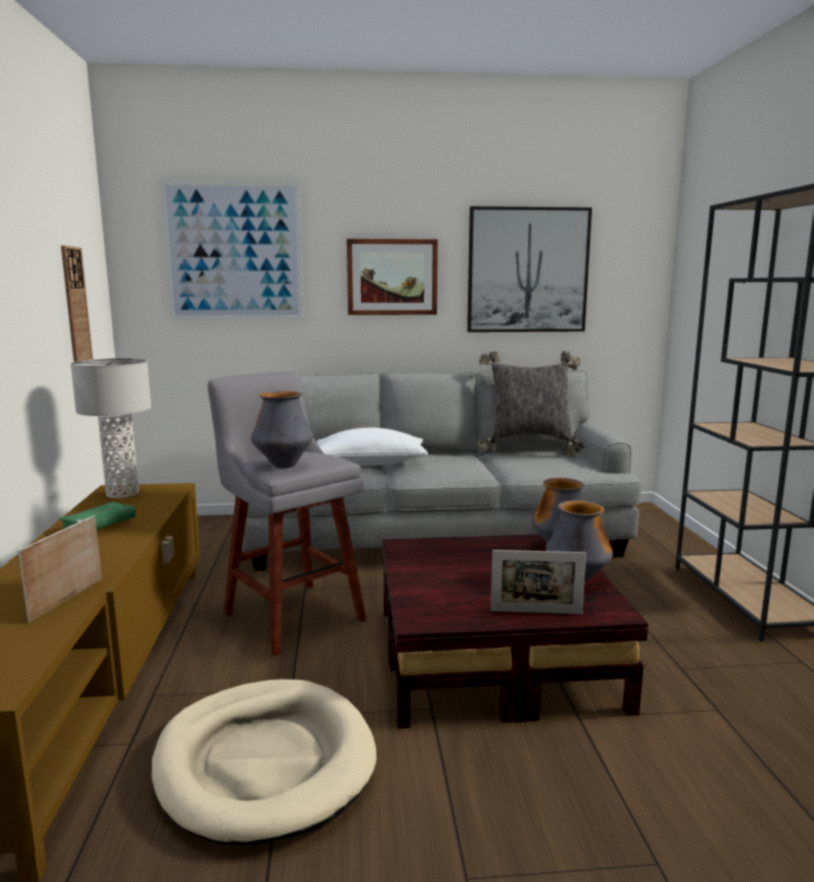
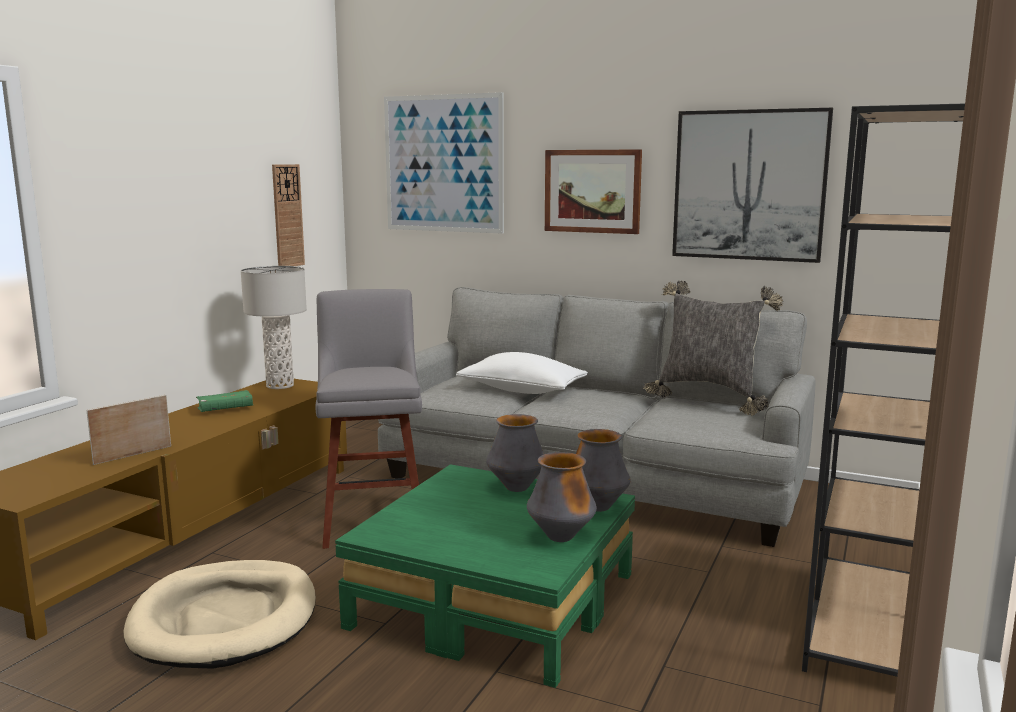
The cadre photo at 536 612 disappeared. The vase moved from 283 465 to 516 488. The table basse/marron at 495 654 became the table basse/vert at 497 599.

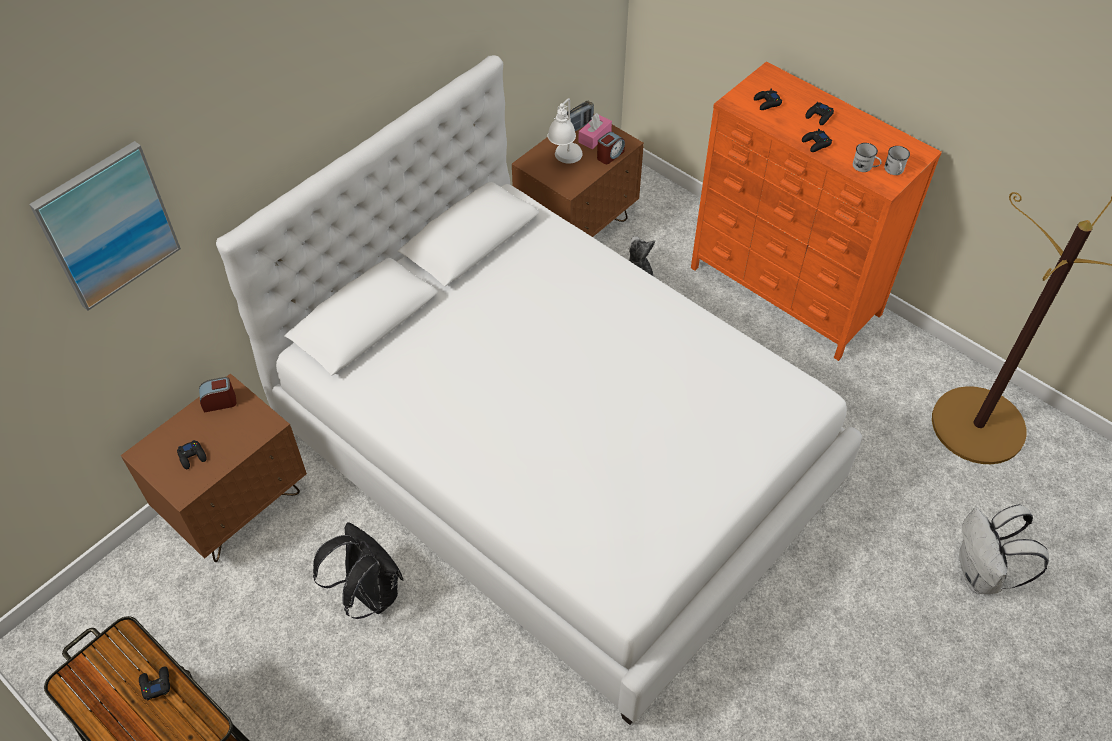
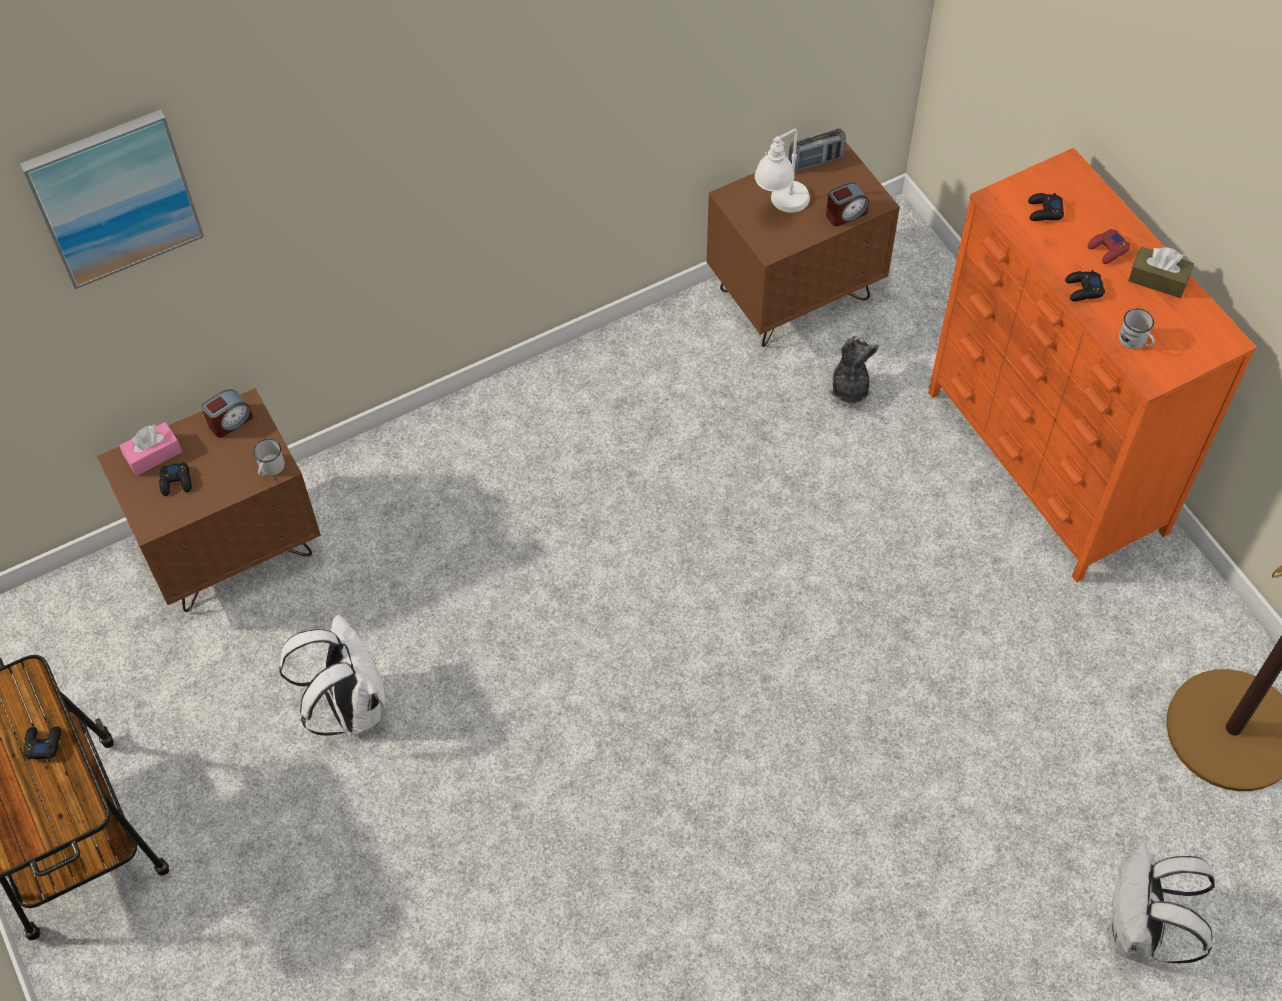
The lit/blanc at 555 455 disappeared. The boîte à mouchoirs/marron at 1158 279 appeared. The boîte à mouchoirs/rose moved from 594 137 to 153 455. The mug/blanc moved from 894 171 to 270 469. The sac à dos/noir at 369 593 became the sac à dos/blanc at 349 707. The manette/noir at 819 116 became the manette/rouge at 1108 250. The réveil at 219 402 turned 135 degrees clockwise.

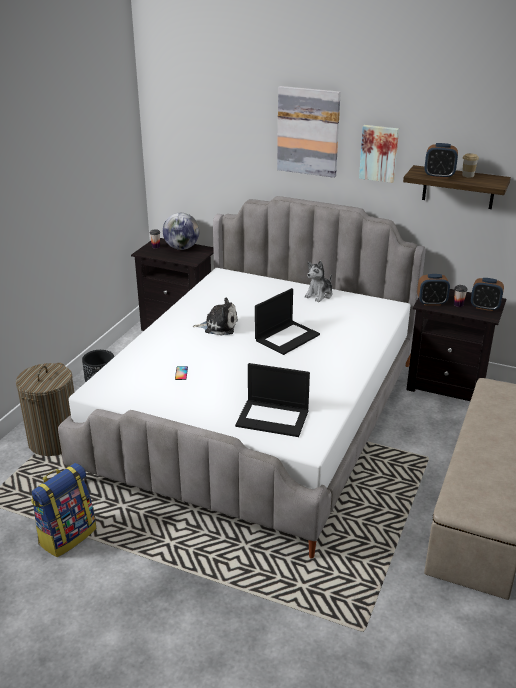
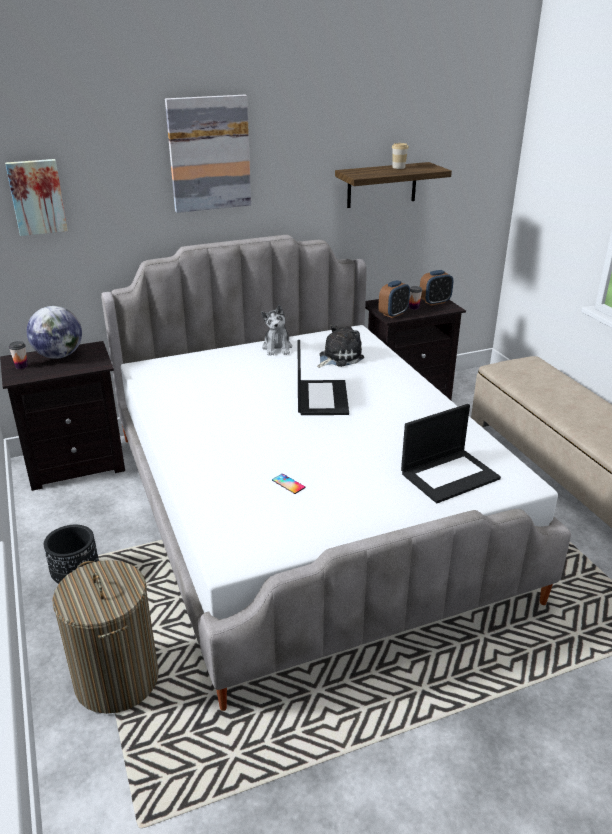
The sac à dos at 67 535 disappeared. The réveil at 439 176 disappeared. The peluche moved from 218 326 to 338 357. The tableau moved from 379 153 to 37 197.

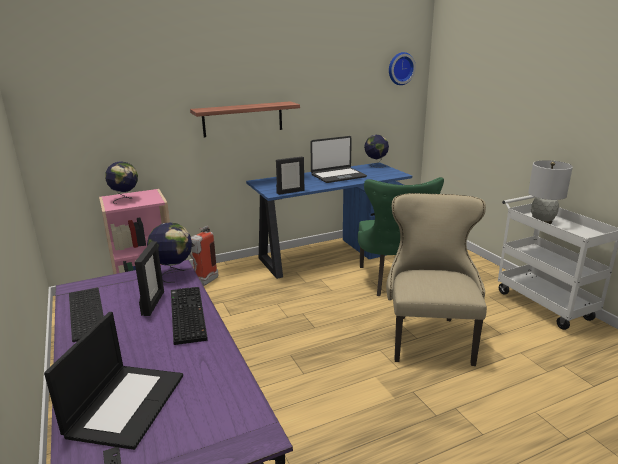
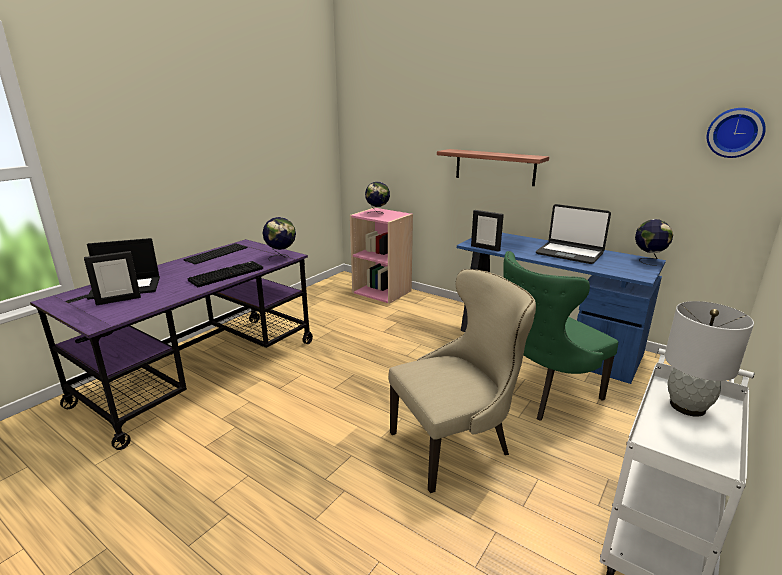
The extincteur at 203 283 disappeared. The cadre photo moved from 153 303 to 118 300.

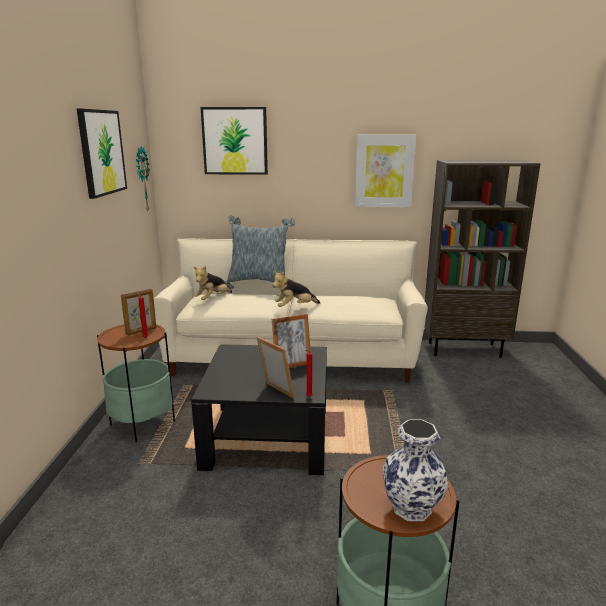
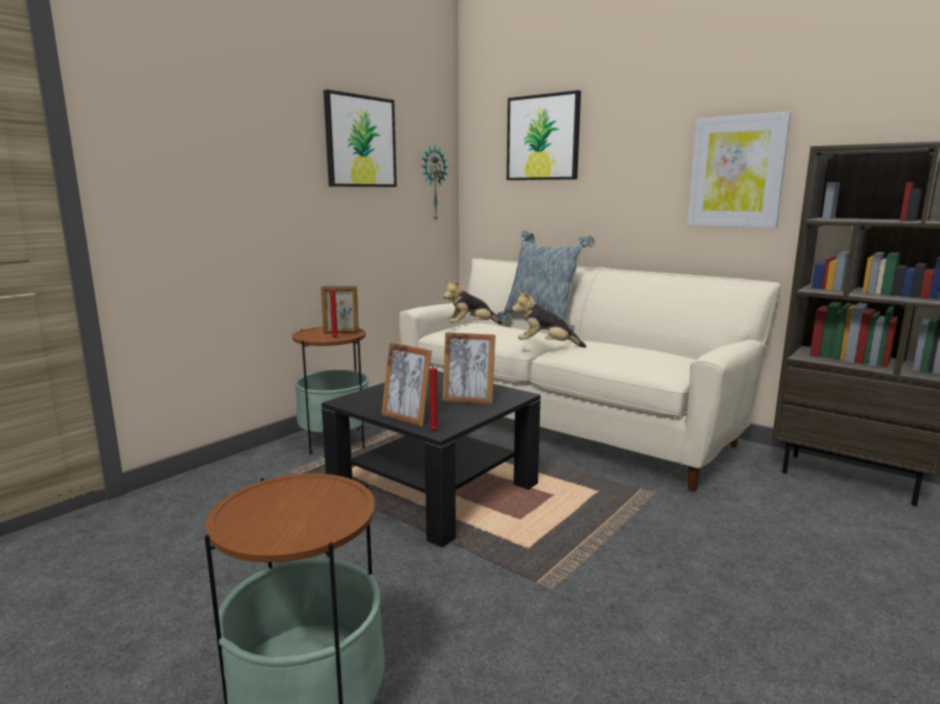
The vase at 410 506 disappeared. The cadre photo at 276 392 turned 135 degrees clockwise.

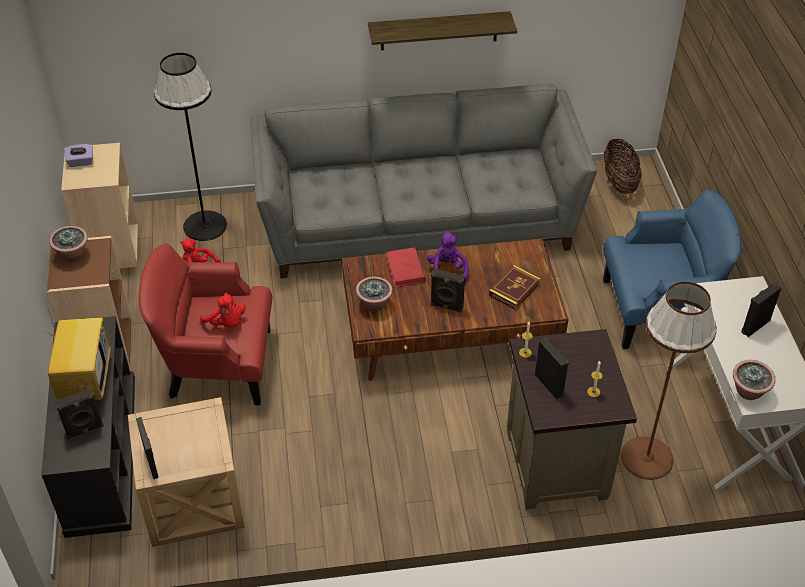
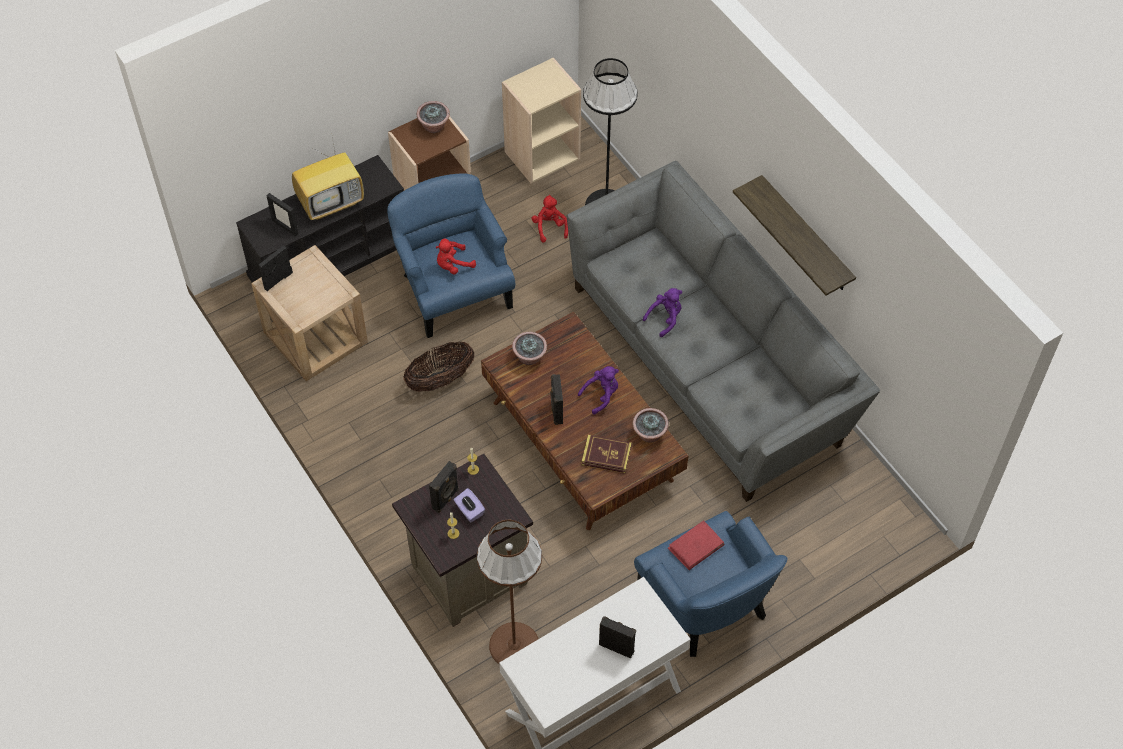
The peluche/violet at 665 318 appeared. The boîte à mouchoirs/violet moved from 81 162 to 469 511. The livre/rouge moved from 405 269 to 695 547. The panier moved from 619 182 to 440 379. The plante en pot moved from 748 392 to 649 435. The enceinte/noir at 85 430 was replaced by the cadre photo at 285 226. The fauteuil/rouge at 217 365 became the fauteuil/bleu at 454 289. The peluche/rouge at 226 323 turned 45 degrees clockwise.

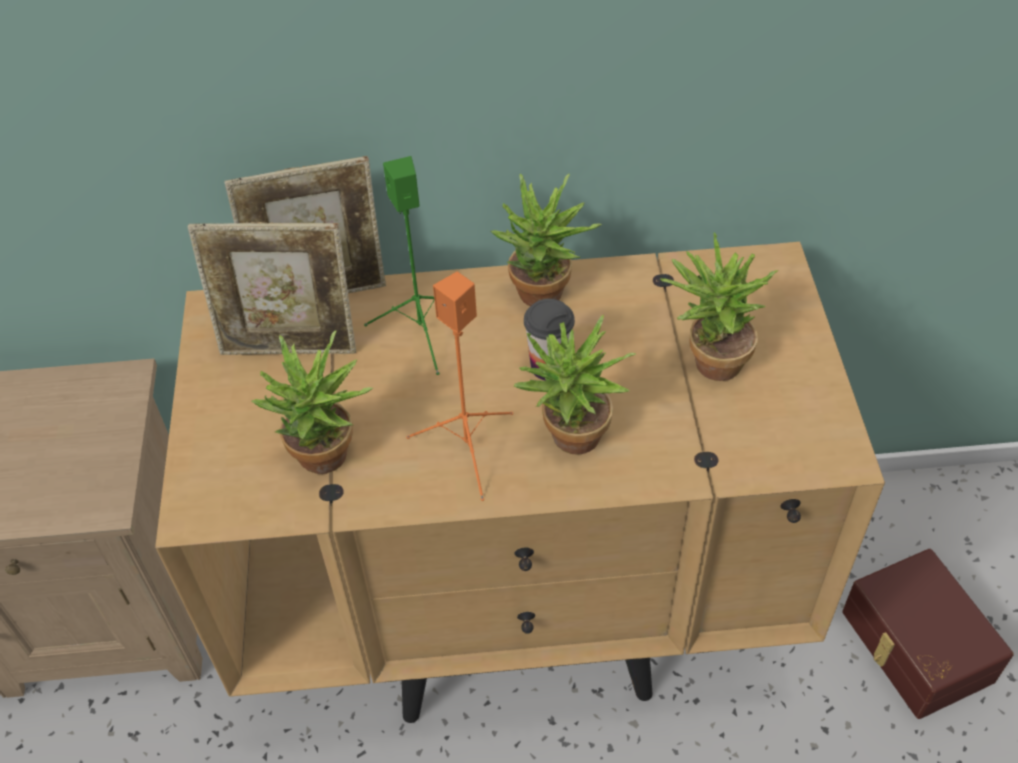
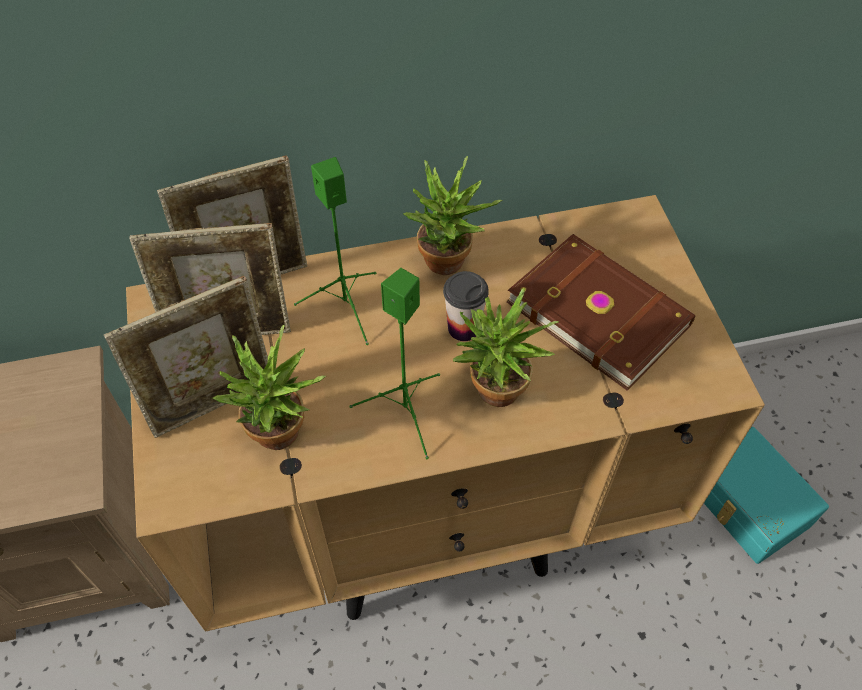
The cadre photo at 214 402 appeared. The plante en pot at 707 362 was replaced by the livre/marron at 599 311. The enceinte/orange at 468 450 became the enceinte/vert at 406 413. The boîte de rangement/marron at 914 647 became the boîte de rangement/turquoise at 745 505.

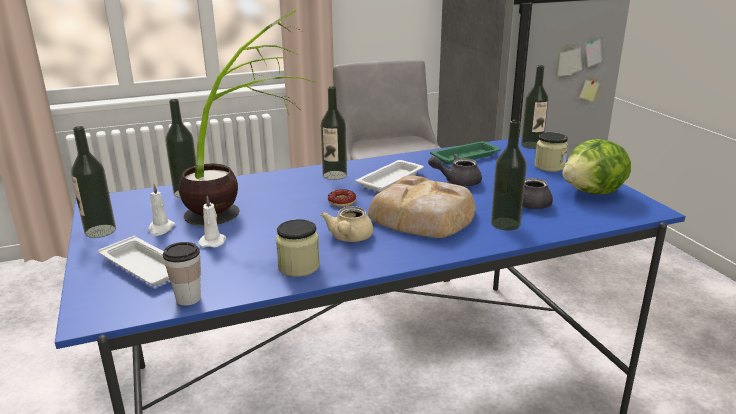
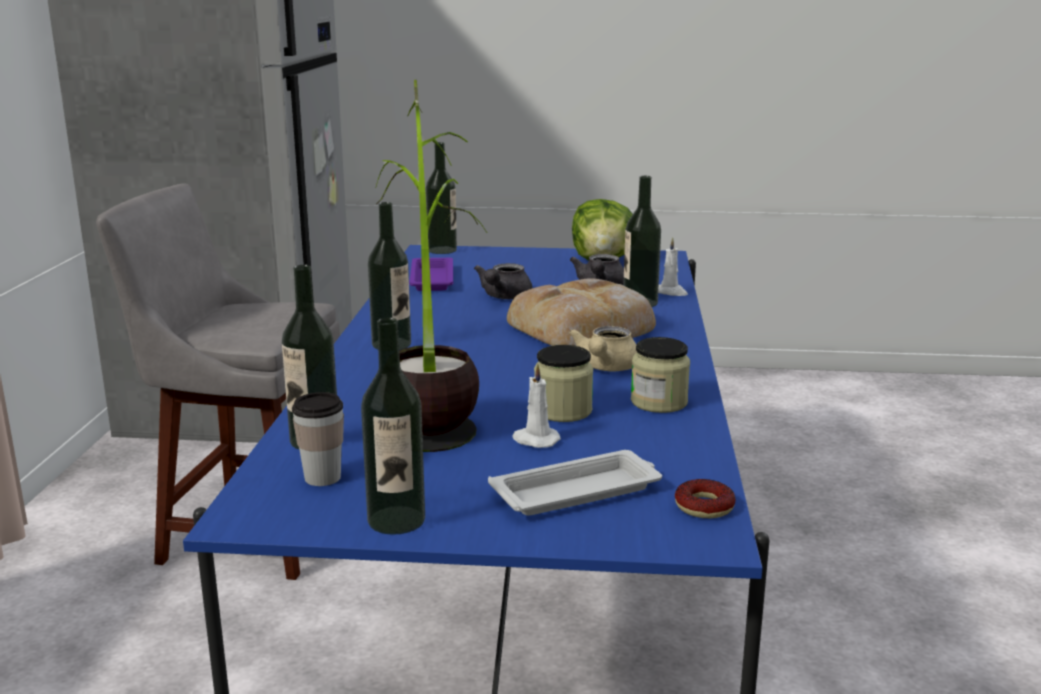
The plateau/blanc at 391 179 disappeared. The bougie/blanc moved from 161 229 to 671 292. The tasse moved from 188 298 to 322 478. The beignet moved from 342 202 to 704 506. The bocal moved from 549 166 to 563 411. The plateau/vert at 466 156 became the plateau/violet at 432 279. The théière/beige at 349 238 turned 75 degrees clockwise.

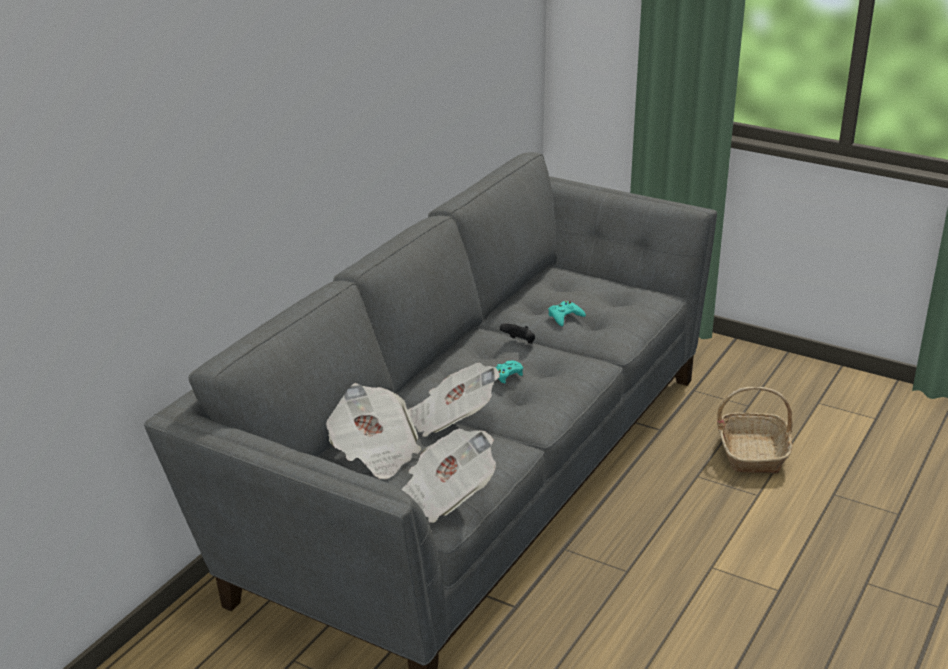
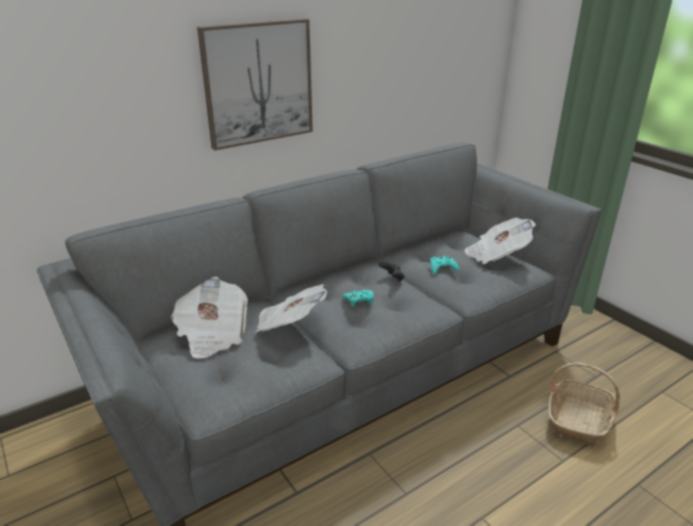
The tableau at 258 83 appeared. The journal moved from 444 497 to 496 255.

